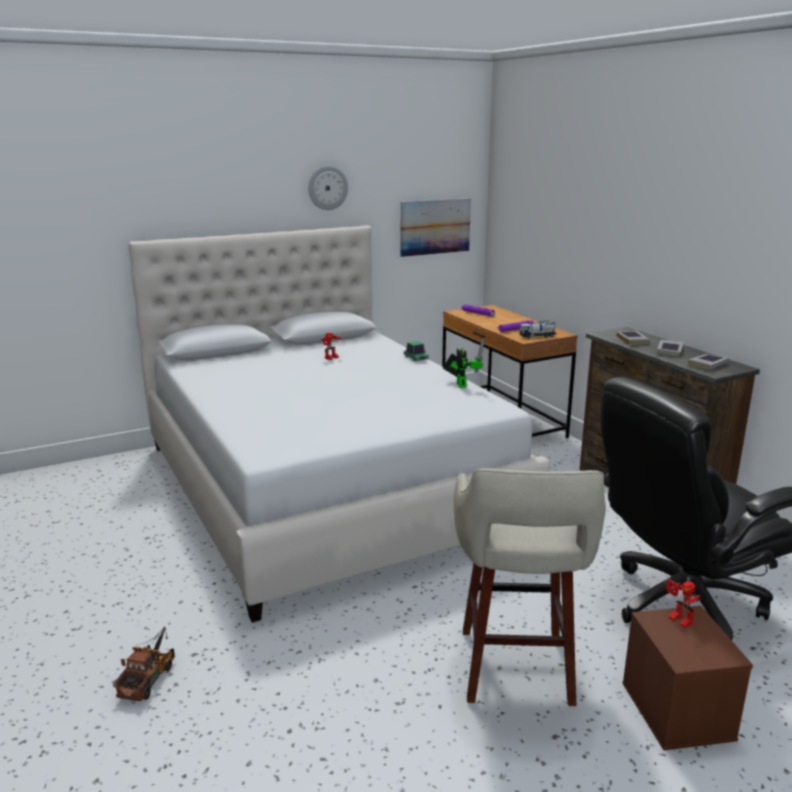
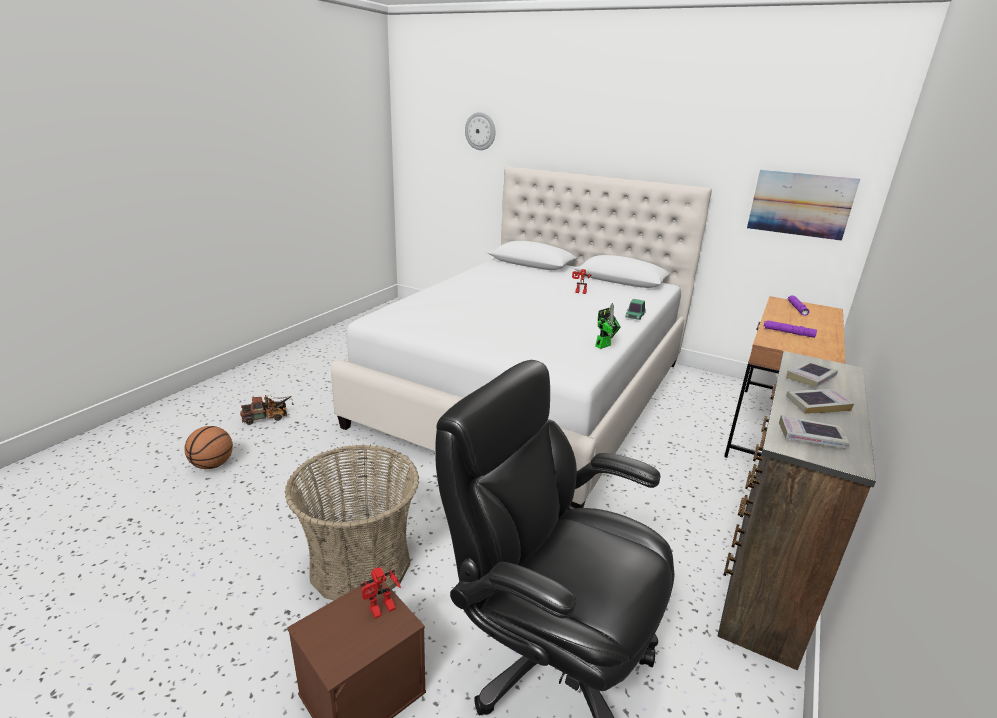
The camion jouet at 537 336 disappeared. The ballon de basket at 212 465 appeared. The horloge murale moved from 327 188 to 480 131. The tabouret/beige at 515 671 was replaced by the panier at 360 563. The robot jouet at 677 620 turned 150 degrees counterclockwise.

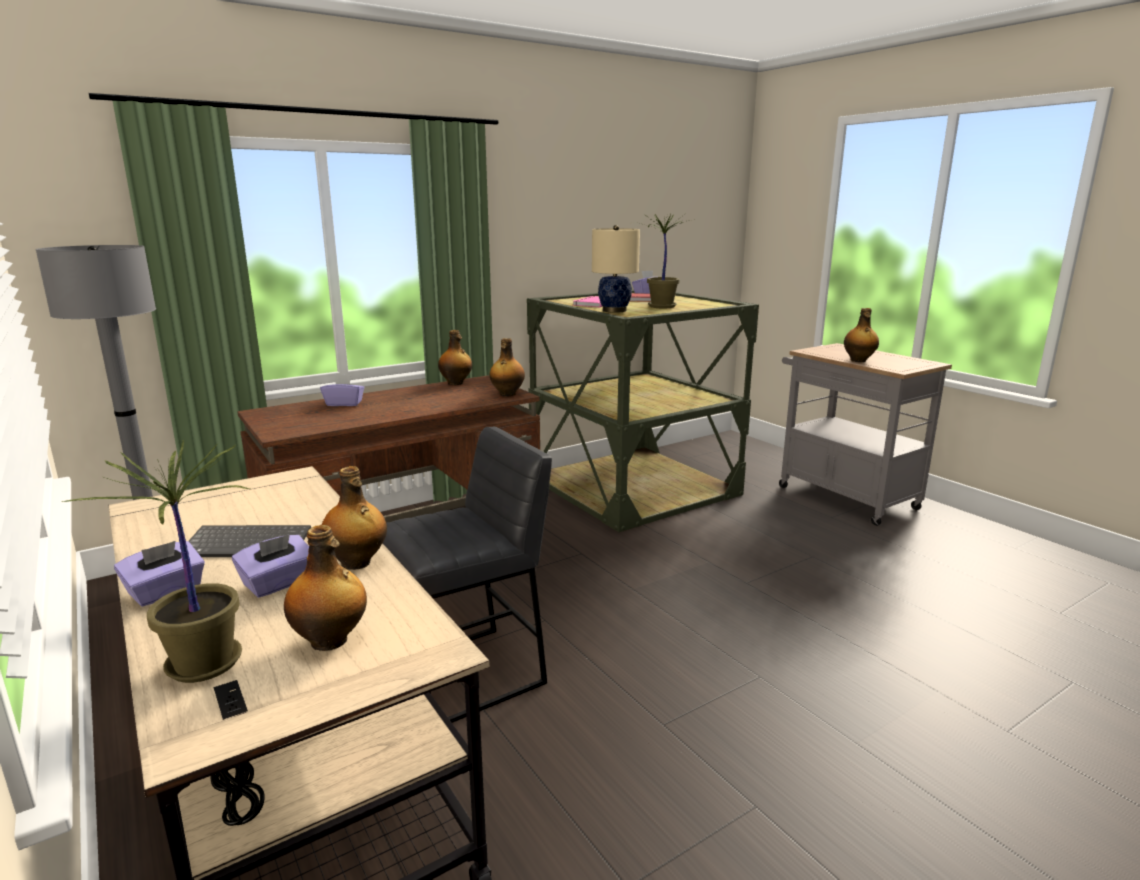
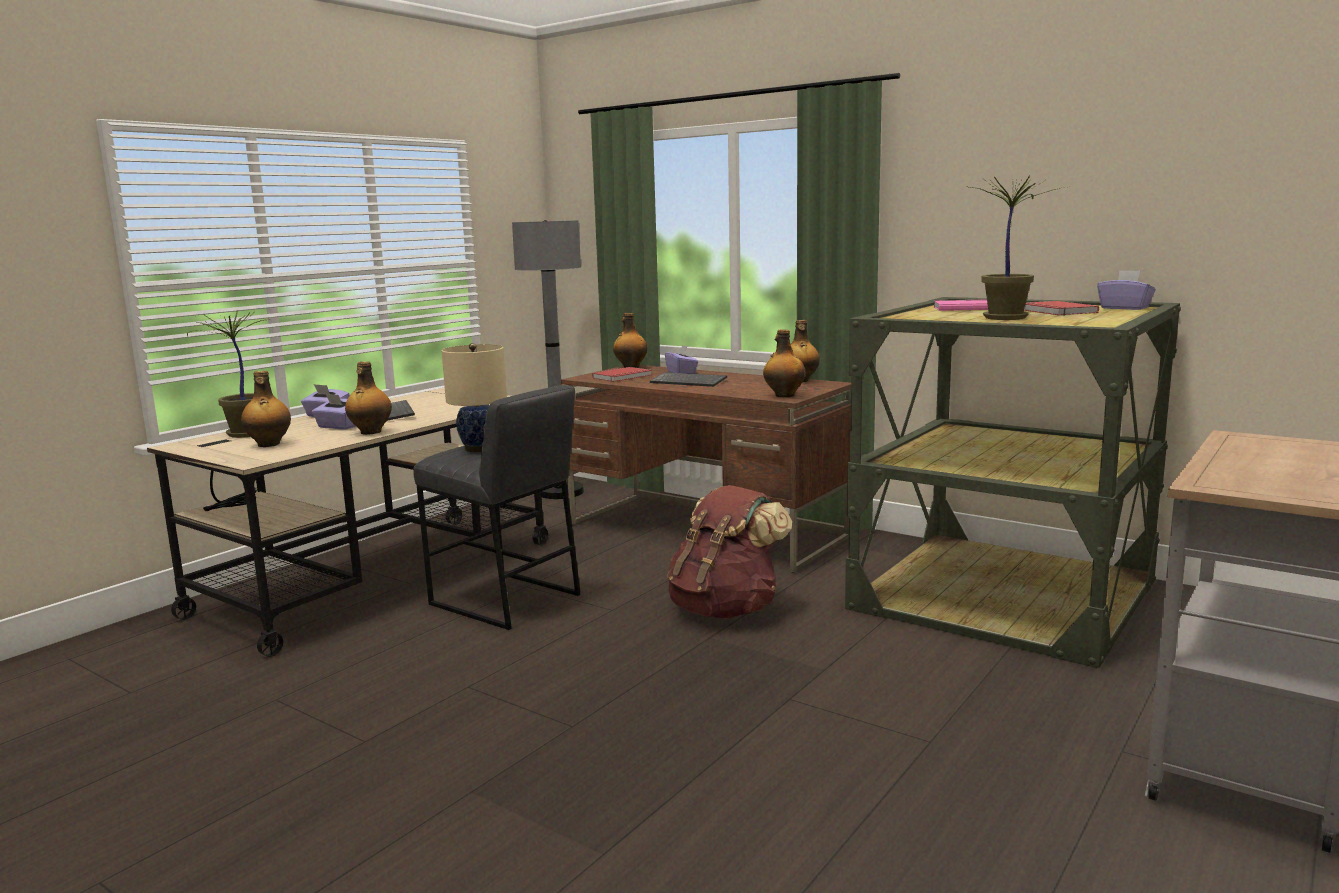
The livre/rouge at 623 377 appeared. The clavier at 689 381 appeared. The sac à dos/marron at 725 609 appeared. The lampe de table/beige moved from 614 310 to 479 448. The bouteille moved from 858 360 to 630 367.

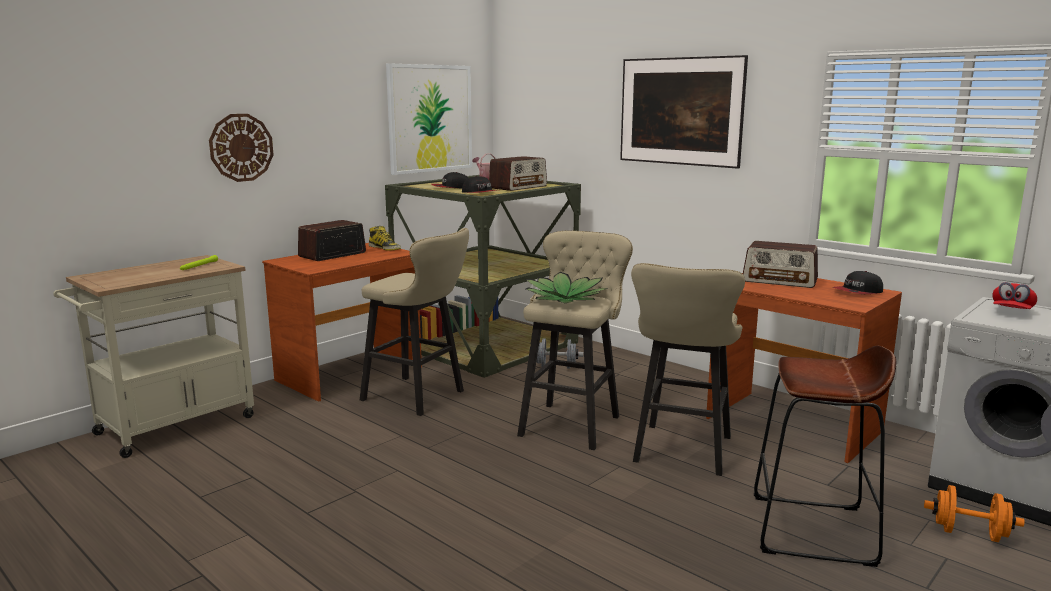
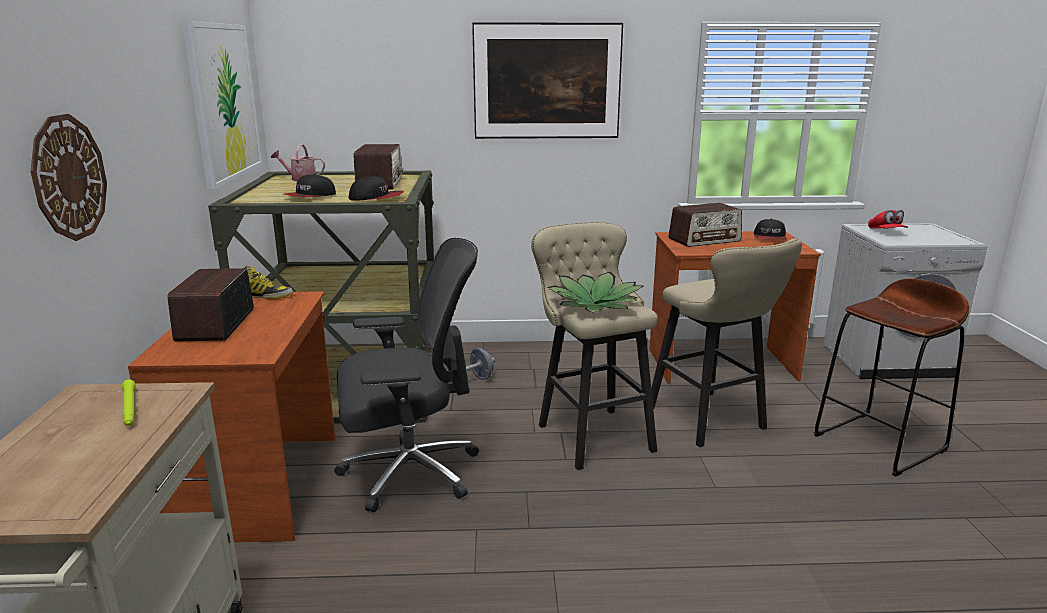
The haltère/orange at 969 533 disappeared. The tabouret/beige at 421 398 was replaced by the chaise de bureau at 408 475.

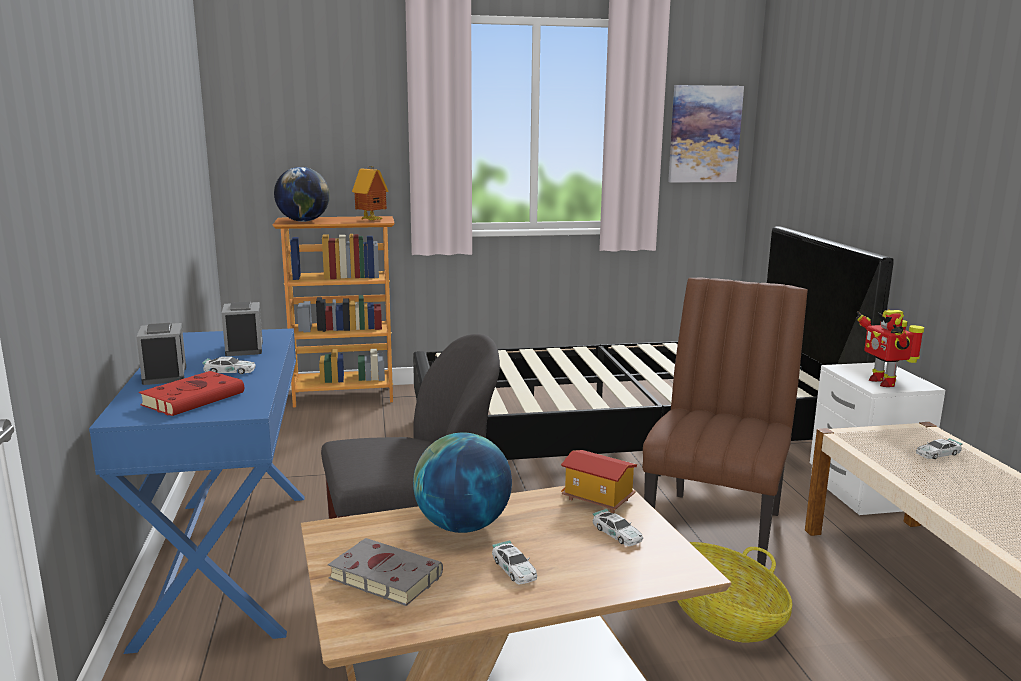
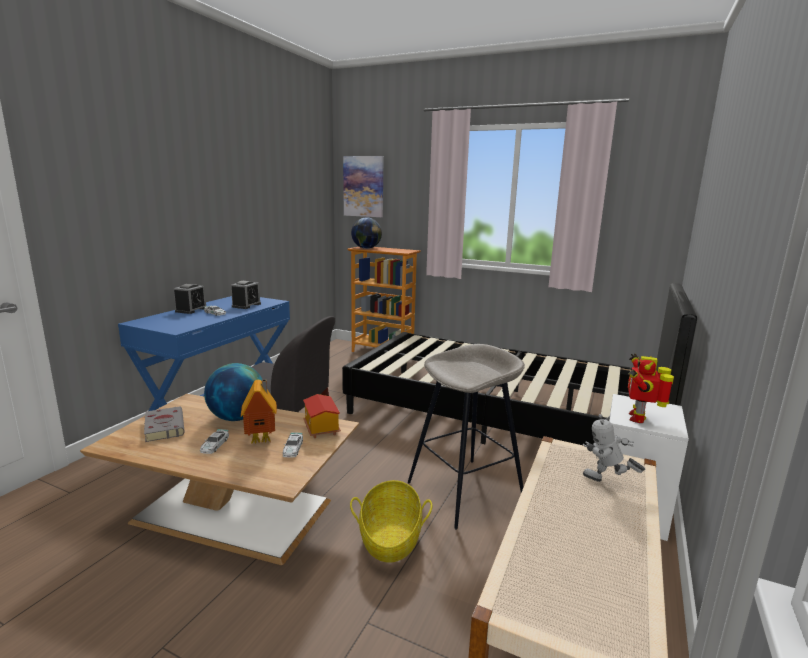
The livre/rouge at 195 398 disappeared. The maison miniature moved from 372 220 to 262 439. The tableau moved from 704 134 to 363 186. The chaise/marron at 715 535 was replaced by the tabouret/gris at 465 491. The petite voiture at 937 454 was replaced by the robot jouet at 606 483.

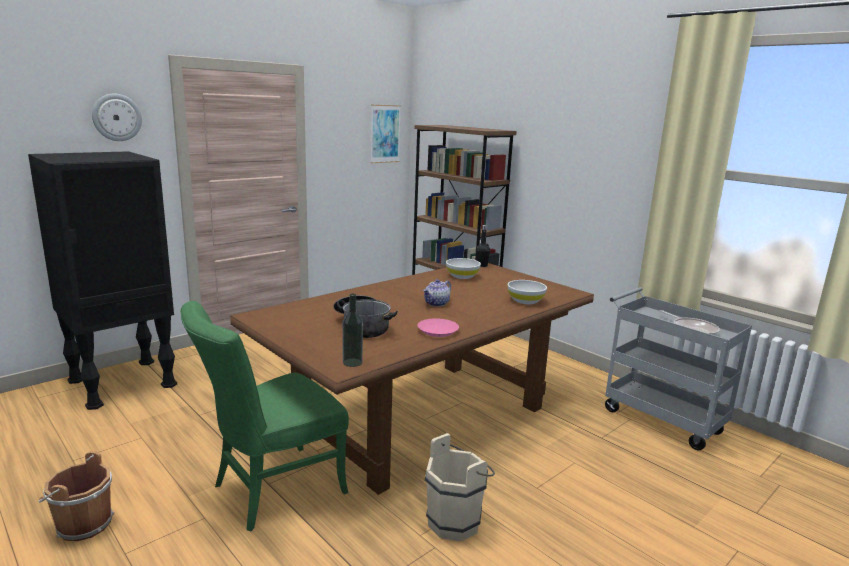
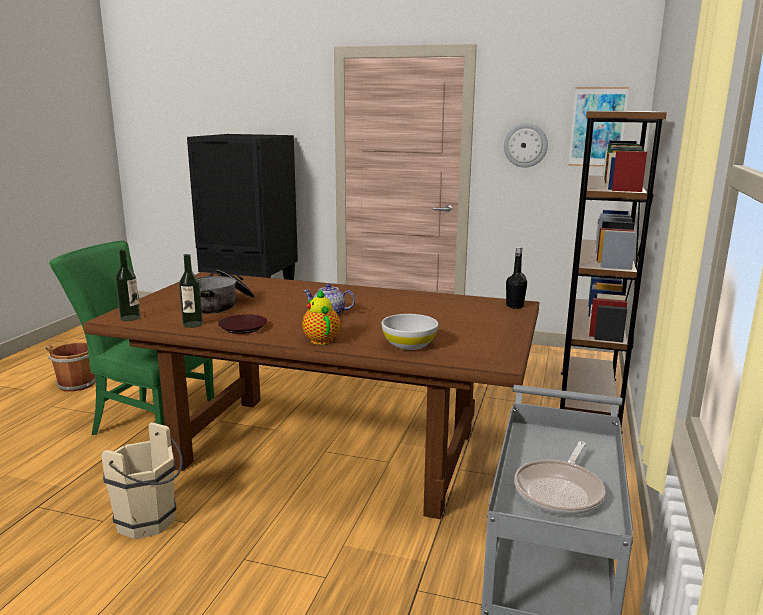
The bol/blanc at 462 276 disappeared. The bouteille at 192 324 appeared. The théière at 320 339 appeared. The horloge murale moved from 117 117 to 525 145. The assiette/rose at 438 331 became the assiette/marron at 243 328.

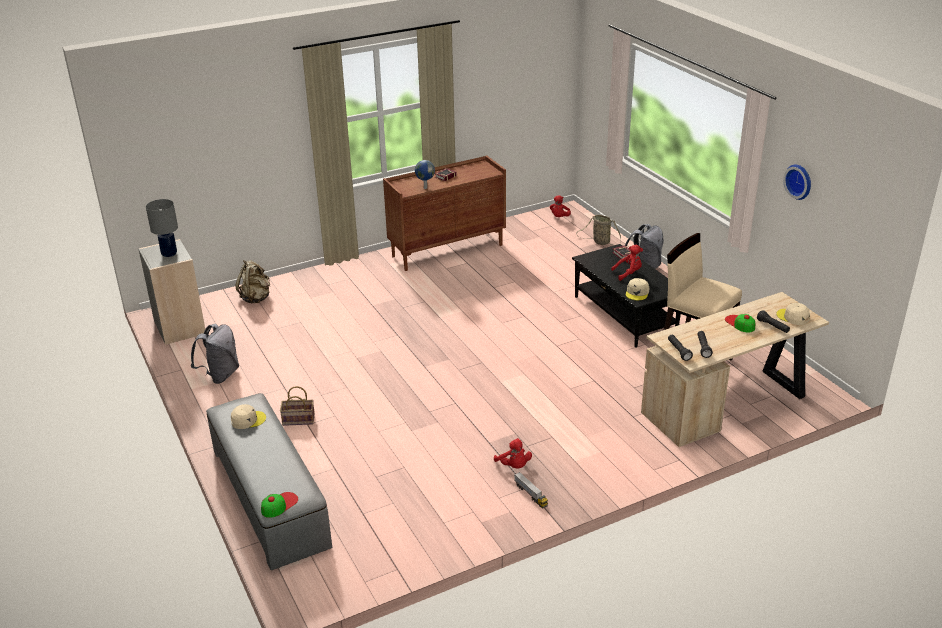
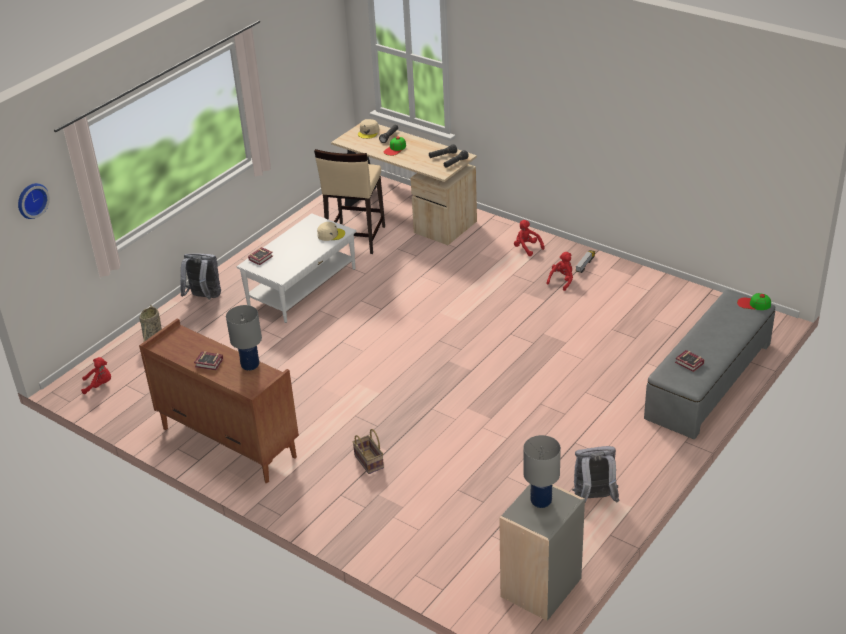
The sac à dos/beige at 256 298 disappeared. The panier moved from 297 420 to 370 462. The peluche/rouge moved from 628 273 to 527 248. The horloge murale moved from 799 181 to 31 200. The casquette/beige at 248 420 was replaced by the livre at 690 364. The globe at 425 188 was replaced by the lampe de table/gris at 250 366. The table basse/noir at 625 315 became the table basse/blanc at 302 287.

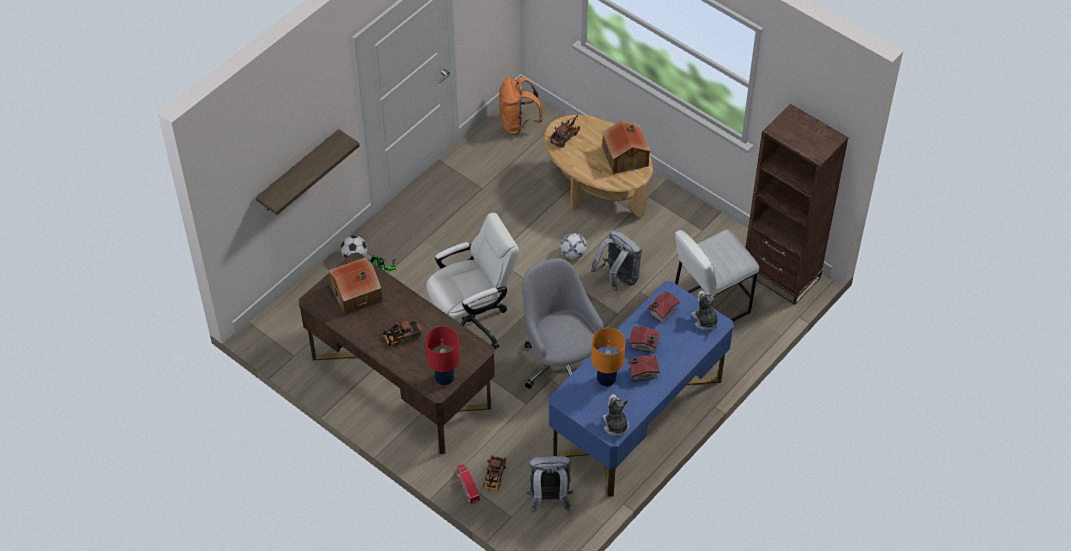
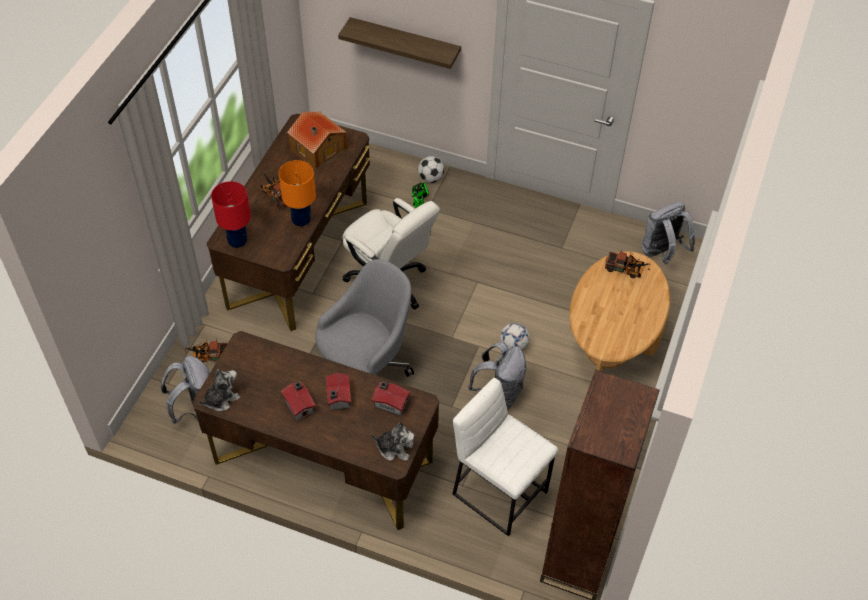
The camion jouet at 468 486 disappeared. The maison miniature at 625 156 disappeared. The lampe de table/orange moved from 607 380 to 301 221. The sac à dos/orange at 518 123 became the sac à dos/gris at 662 253. The bureau/bleu at 637 417 became the bureau/marron at 323 460. The peluche at 705 320 turned 60 degrees clockwise.

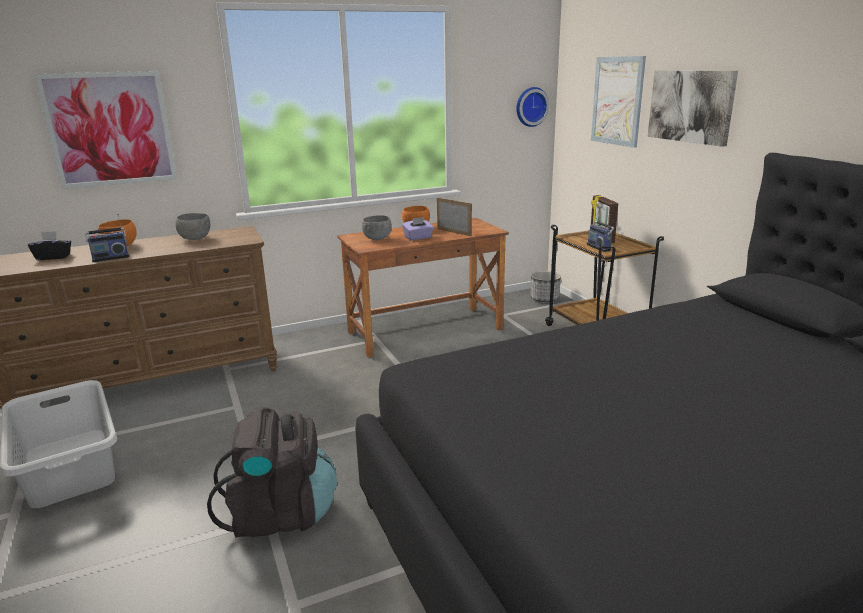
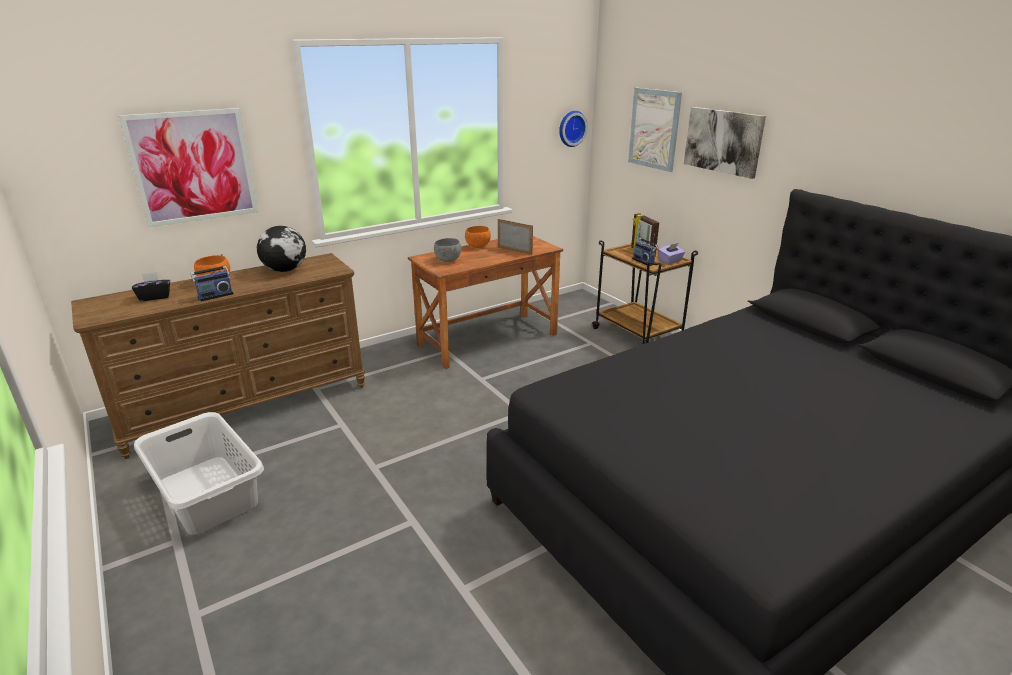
The sac à dos/noir at 281 514 disappeared. The cache-pot at 544 299 disappeared. The boîte à mouchoirs/violet moved from 418 238 to 670 261. The bol/gris at 196 239 was replaced by the globe at 285 270.

